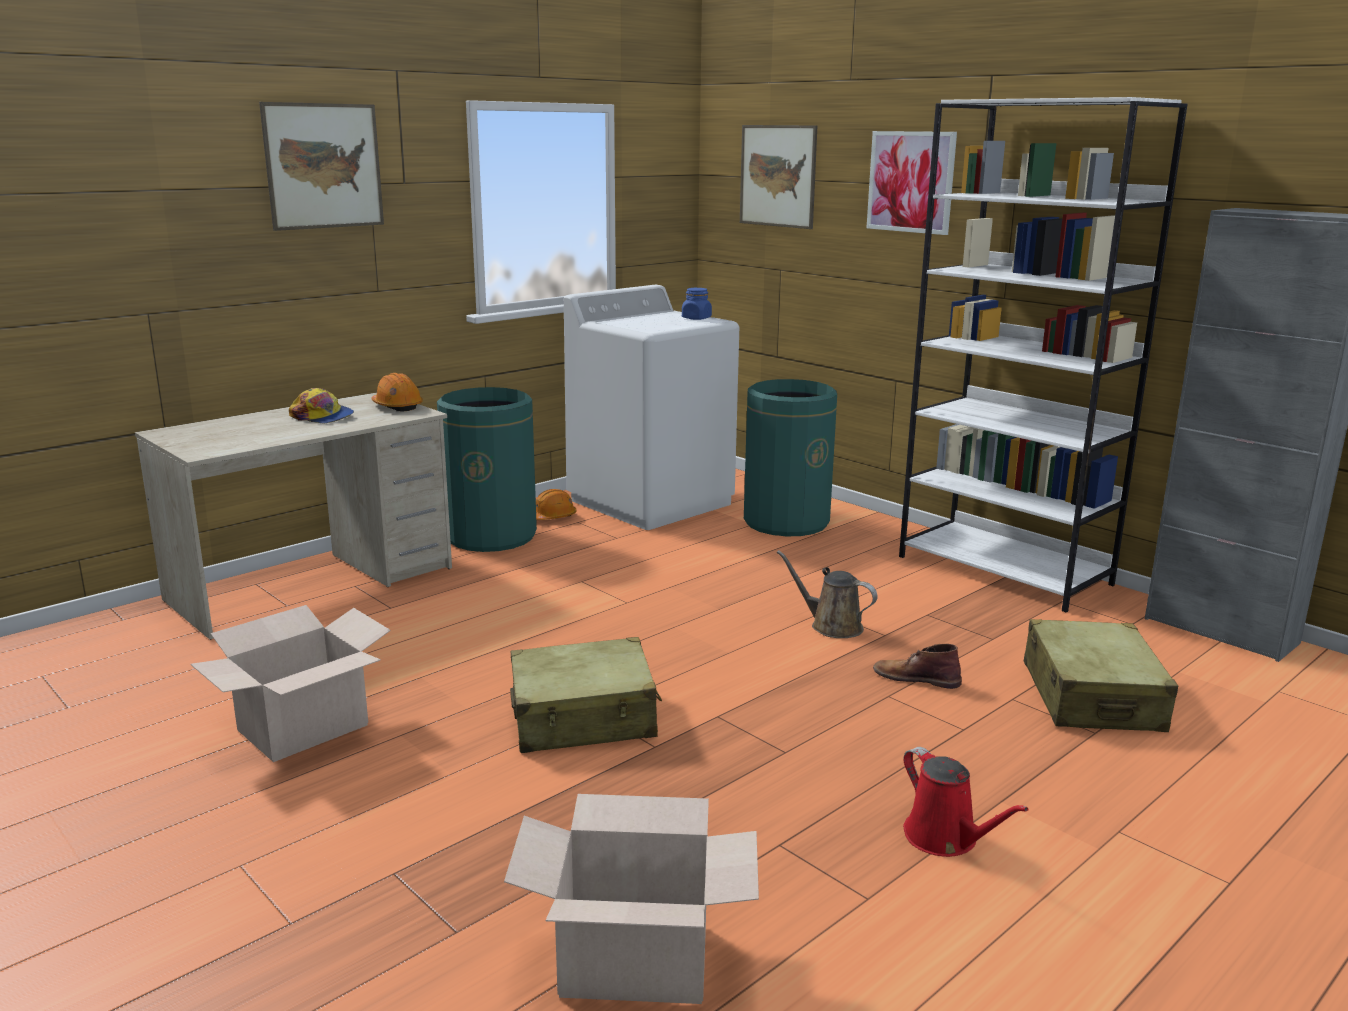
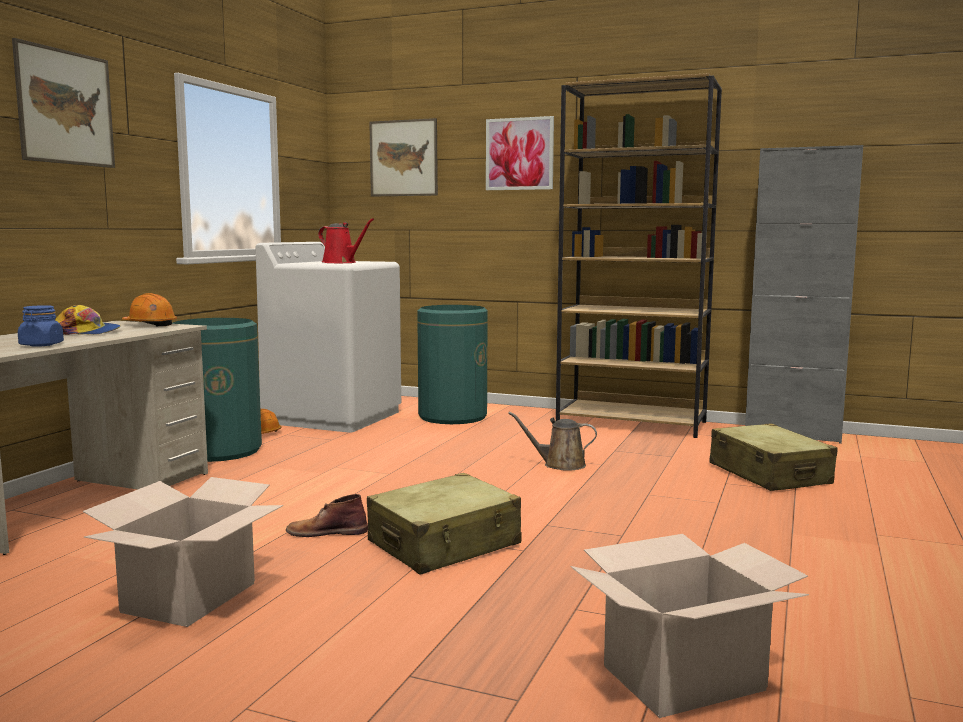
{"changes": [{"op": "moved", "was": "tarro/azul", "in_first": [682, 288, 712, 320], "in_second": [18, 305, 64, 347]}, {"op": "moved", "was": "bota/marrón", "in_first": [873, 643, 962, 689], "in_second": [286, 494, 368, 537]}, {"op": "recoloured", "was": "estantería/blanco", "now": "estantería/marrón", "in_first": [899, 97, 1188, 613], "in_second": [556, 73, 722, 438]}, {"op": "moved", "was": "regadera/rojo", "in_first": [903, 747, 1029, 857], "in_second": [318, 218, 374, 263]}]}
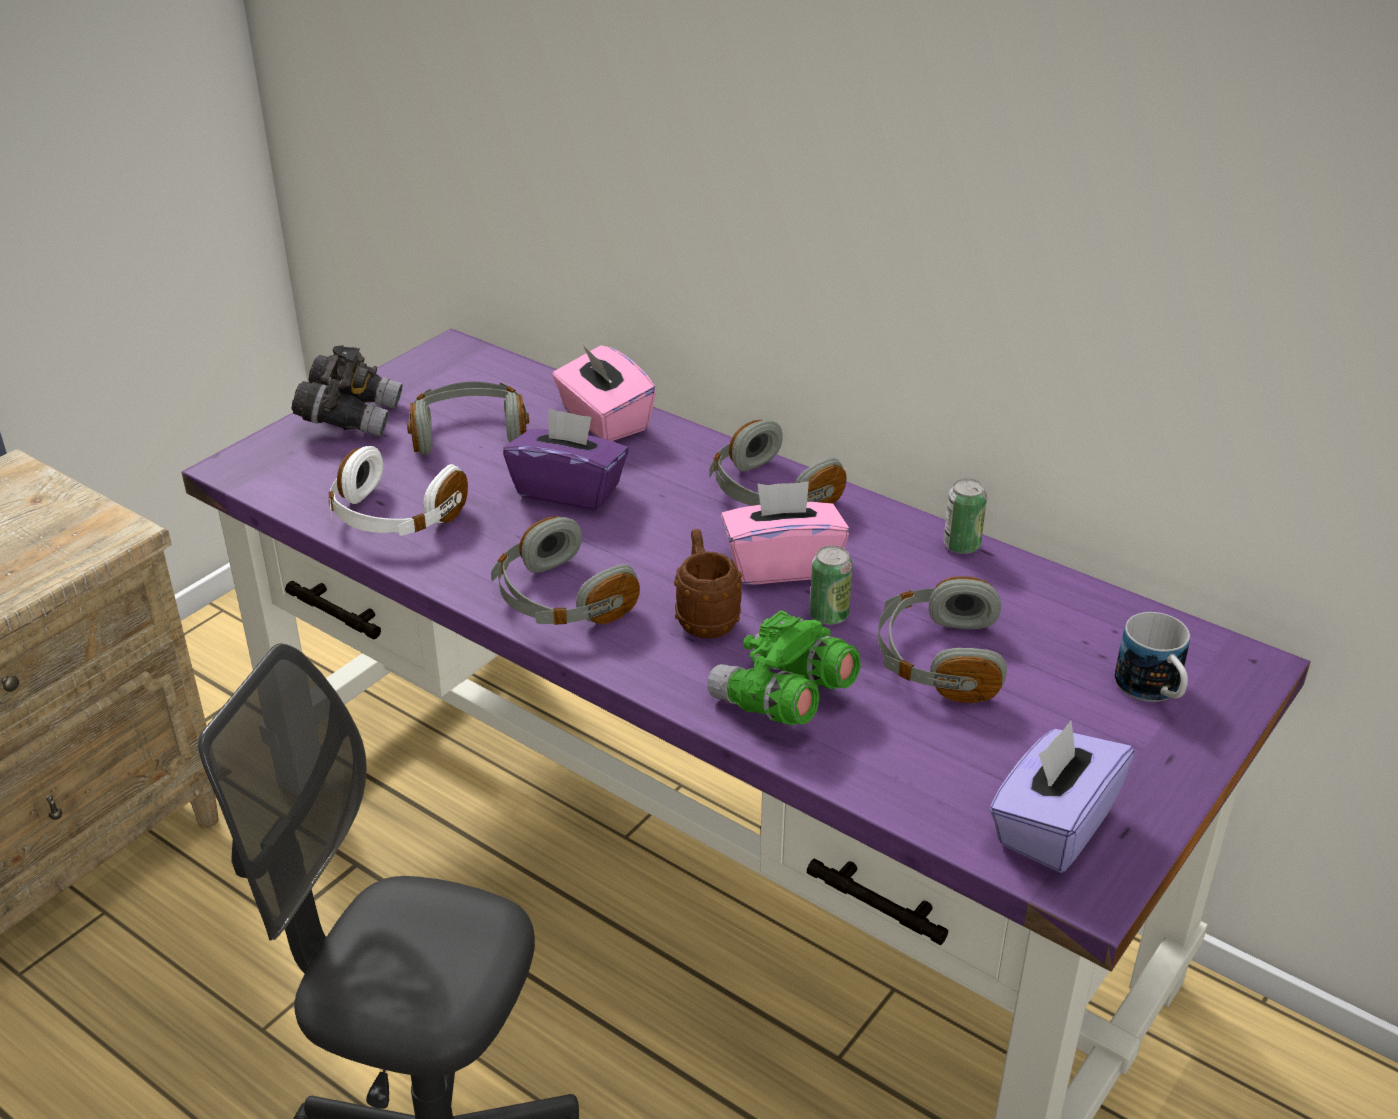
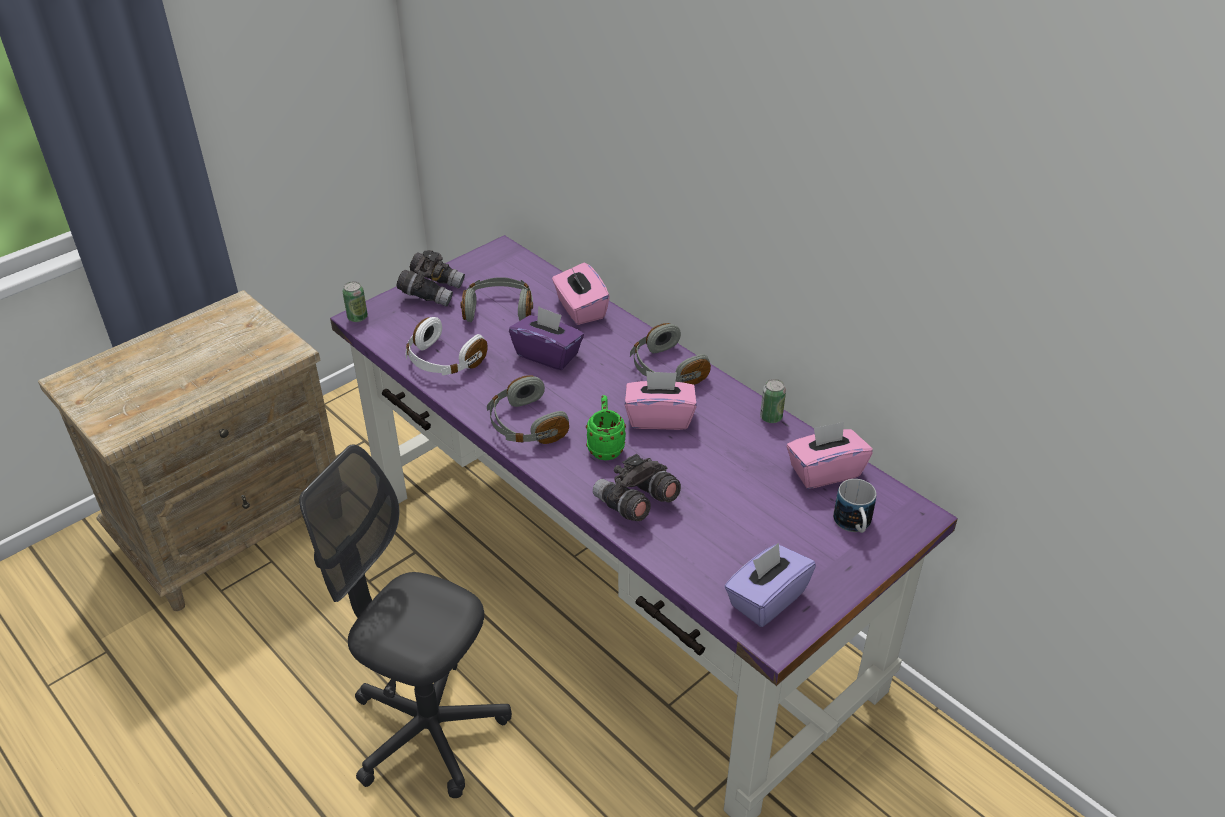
{"changes": [{"op": "recoloured", "was": "taza grande/marrón", "now": "taza grande/verde", "in_first": [674, 529, 742, 639], "in_second": [586, 395, 626, 460]}, {"op": "recoloured", "was": "prismáticos/verde", "now": "prismáticos/gris", "in_first": [707, 610, 861, 725], "in_second": [593, 454, 681, 521]}, {"op": "moved", "was": "lata", "in_first": [810, 545, 853, 625], "in_second": [343, 281, 368, 322]}, {"op": "removed", "was": "auriculares/gris", "in_first": [878, 576, 1007, 703]}, {"op": "added", "now": "caja de pañuelos/rosa", "in_second": [787, 422, 873, 489]}]}
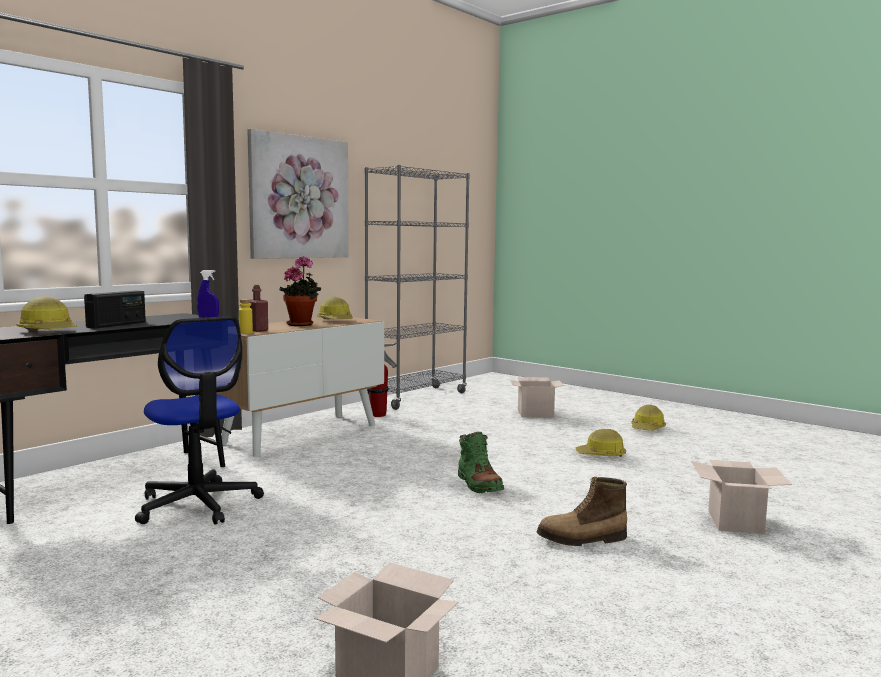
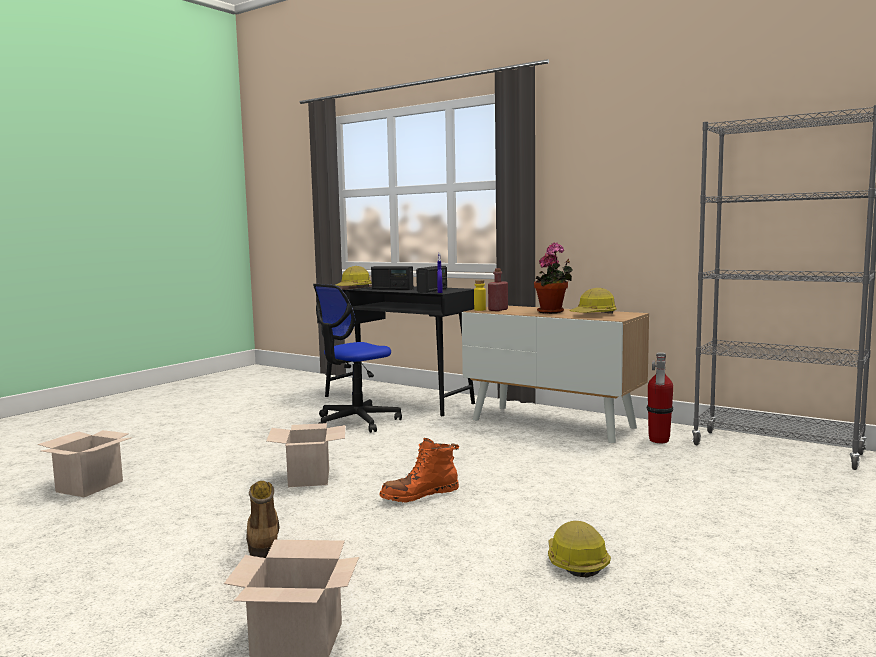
{"changes": [{"op": "removed", "was": "cuadro", "in_first": [247, 129, 349, 259]}, {"op": "recoloured", "was": "bota/verde", "now": "bota/naranja", "in_first": [458, 432, 504, 493], "in_second": [380, 438, 459, 502]}, {"op": "moved", "was": "caja de cartón", "in_first": [510, 377, 564, 417], "in_second": [266, 423, 346, 487]}, {"op": "removed", "was": "casco", "in_first": [631, 405, 666, 431]}, {"op": "added", "now": "radio", "in_second": [416, 266, 447, 293]}]}
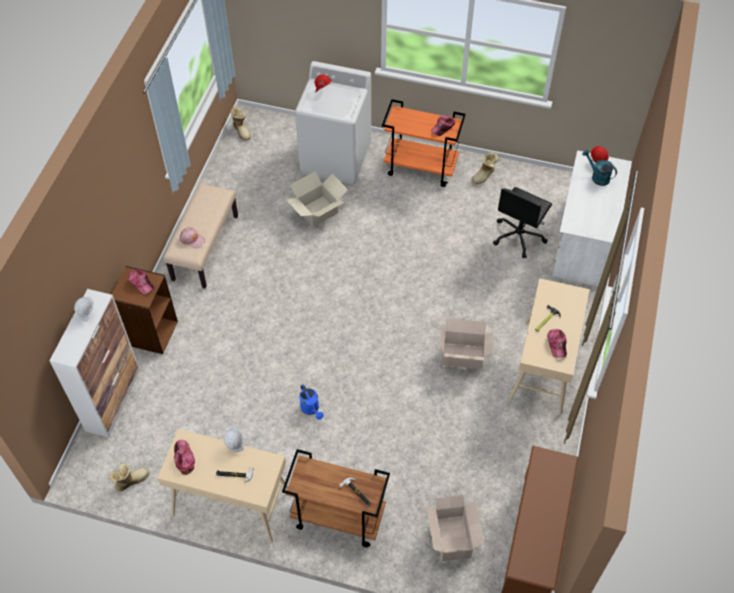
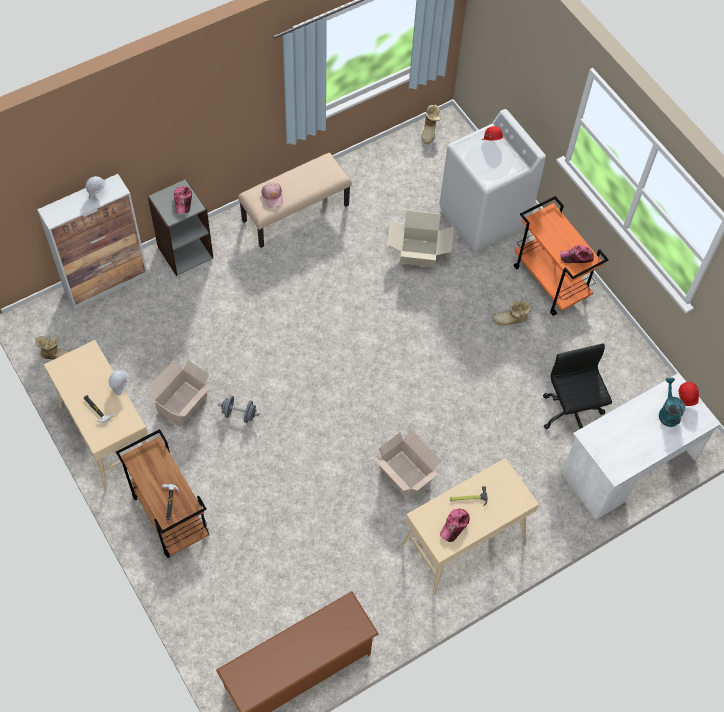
{"changes": [{"op": "recoloured", "was": "estantería/marrón", "now": "estantería/gris", "in_first": [112, 266, 178, 354], "in_second": [147, 179, 213, 276]}, {"op": "removed", "was": "gorra", "in_first": [174, 440, 195, 475]}, {"op": "replaced", "was": "regadera/azul", "now": "mancuerna/gris", "in_first": [299, 384, 324, 420], "in_second": [218, 396, 259, 423]}, {"op": "moved", "was": "caja de cartón", "in_first": [426, 495, 485, 562], "in_second": [146, 360, 212, 427]}, {"op": "moved", "was": "bota", "in_first": [472, 152, 498, 184], "in_second": [492, 300, 532, 326]}, {"op": "turned", "was": "silla de oficina/negro", "in_first": [493, 187, 552, 258], "in_second": [543, 343, 612, 429], "clockwise": 90}]}
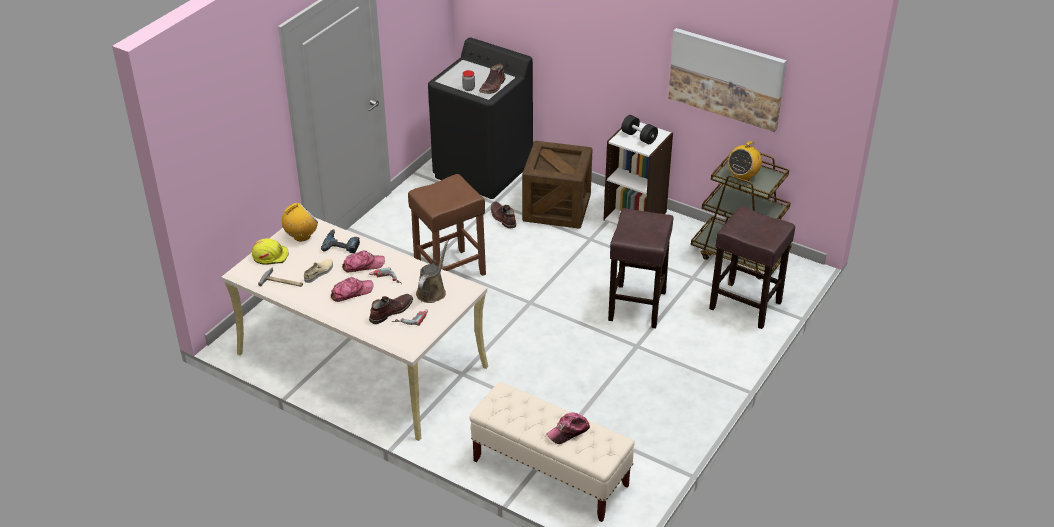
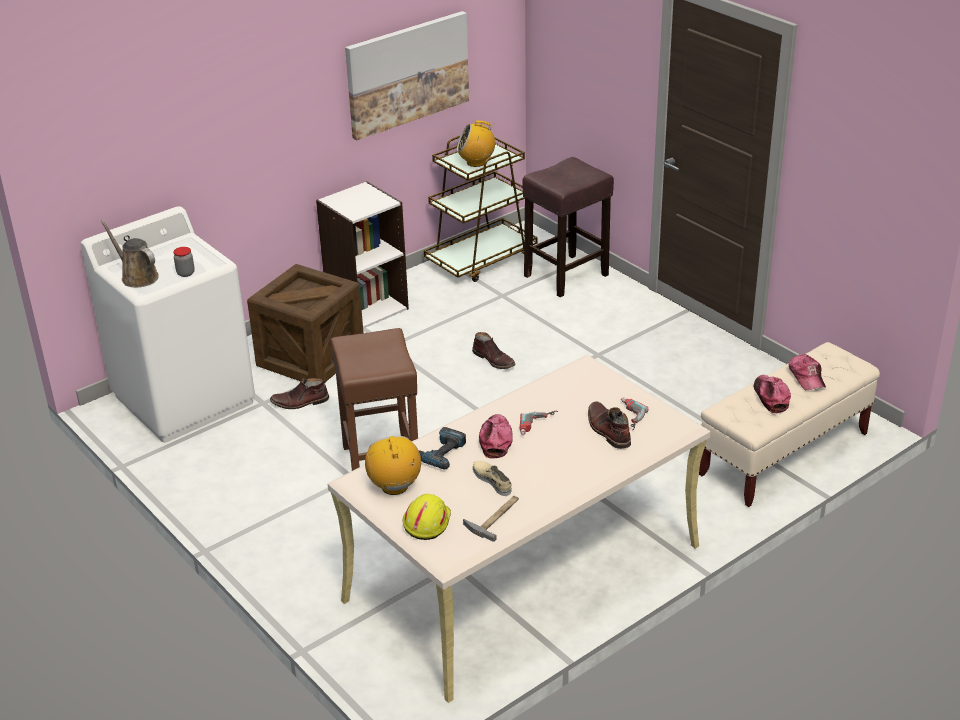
{"changes": [{"op": "moved", "was": "gorra", "in_first": [331, 277, 374, 302], "in_second": [754, 375, 791, 413]}, {"op": "moved", "was": "regadera/marrón", "in_first": [416, 240, 449, 303], "in_second": [100, 220, 159, 287]}, {"op": "recoloured", "was": "lavadora/negro", "now": "lavadora/blanco", "in_first": [428, 38, 533, 199], "in_second": [81, 206, 255, 443]}, {"op": "moved", "was": "bota/marrón", "in_first": [479, 64, 505, 94], "in_second": [472, 332, 515, 369]}, {"op": "removed", "was": "taburete/marrón", "in_first": [608, 208, 674, 328]}, {"op": "removed", "was": "mancuerna/negro", "in_first": [621, 115, 658, 144]}, {"op": "turned", "was": "radio", "in_first": [728, 139, 762, 182], "in_second": [457, 120, 495, 167], "clockwise": 120}]}
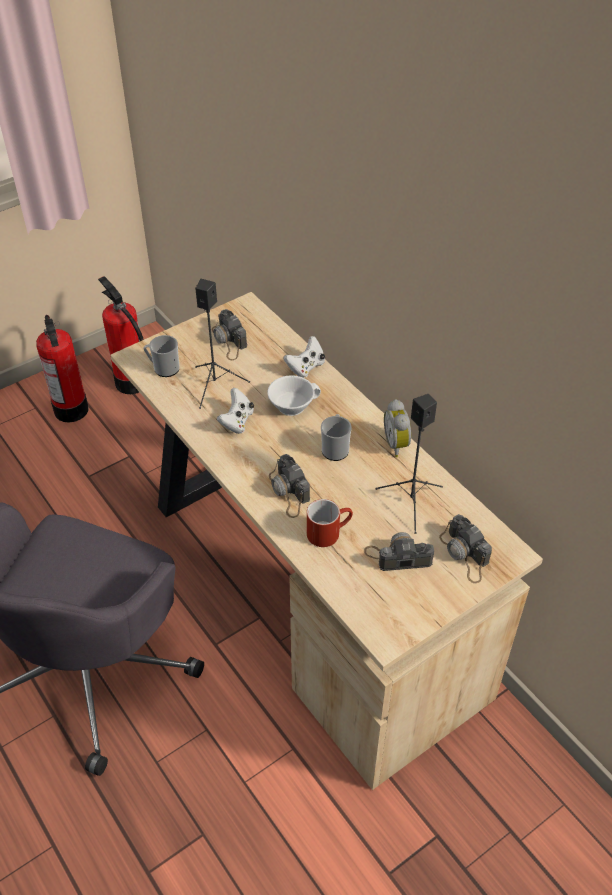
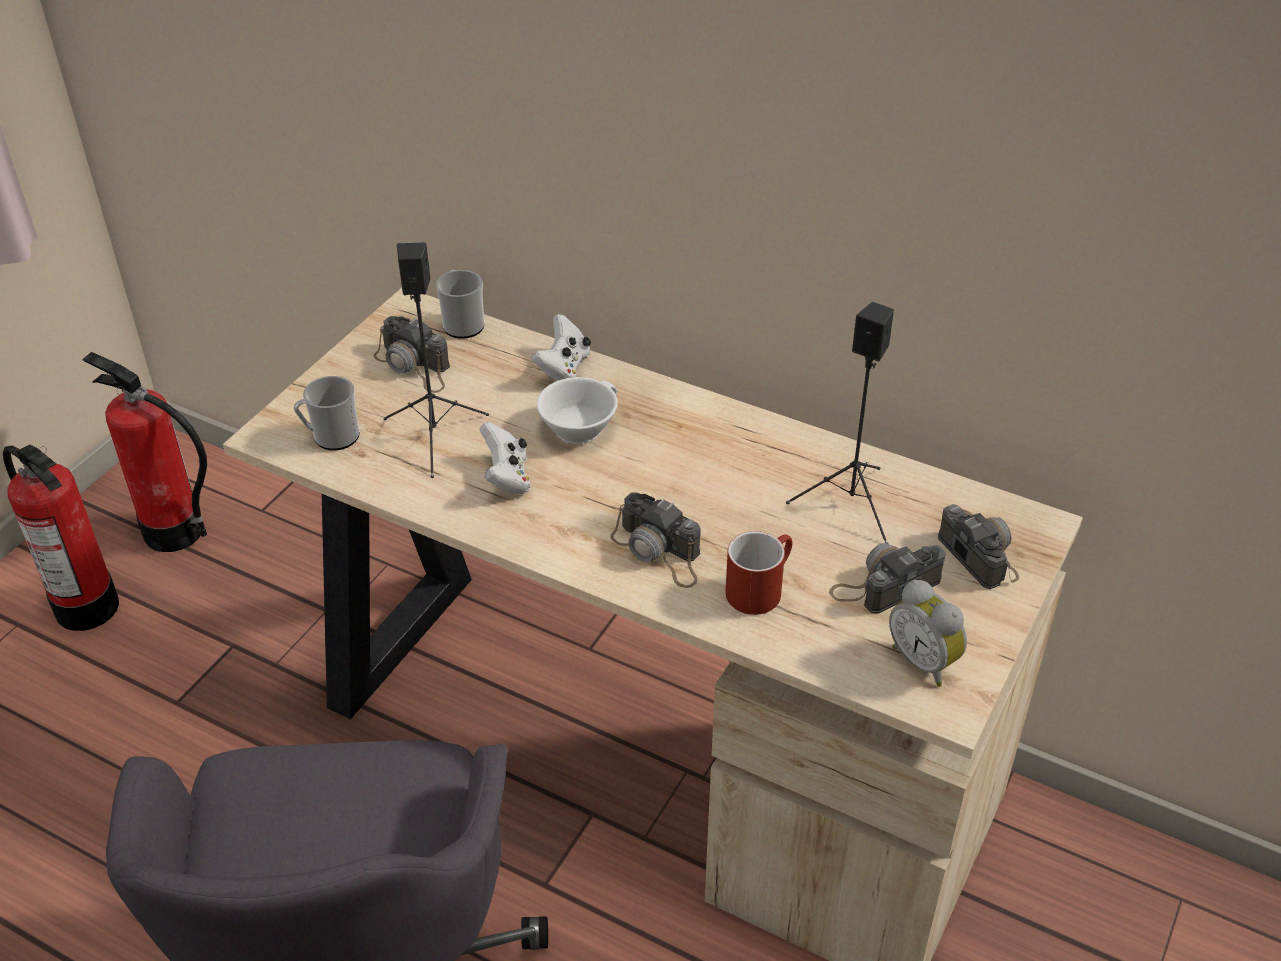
{"changes": [{"op": "moved", "was": "taza grande", "in_first": [321, 414, 352, 461], "in_second": [436, 270, 484, 339]}, {"op": "moved", "was": "despertador", "in_first": [384, 399, 411, 457], "in_second": [889, 580, 967, 687]}, {"op": "turned", "was": "cámara", "in_first": [439, 514, 492, 583], "in_second": [938, 504, 1019, 589], "clockwise": -150}]}
